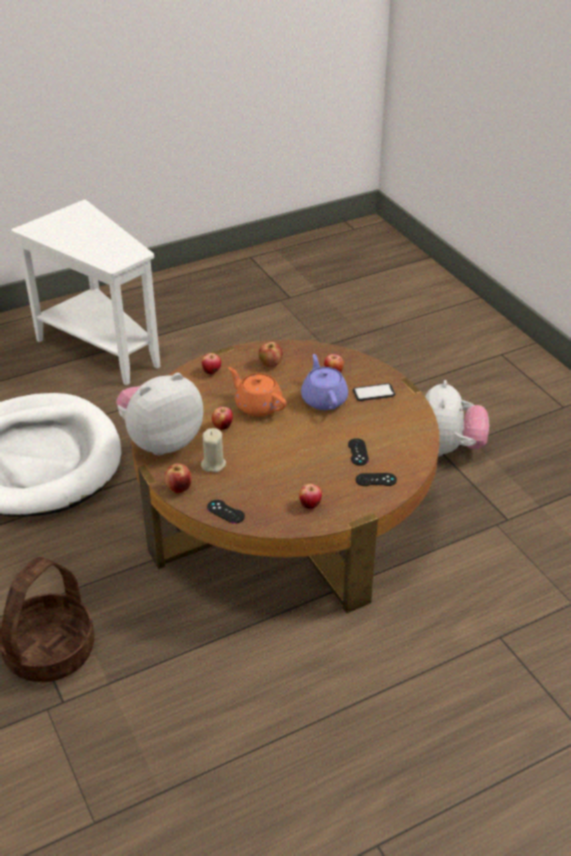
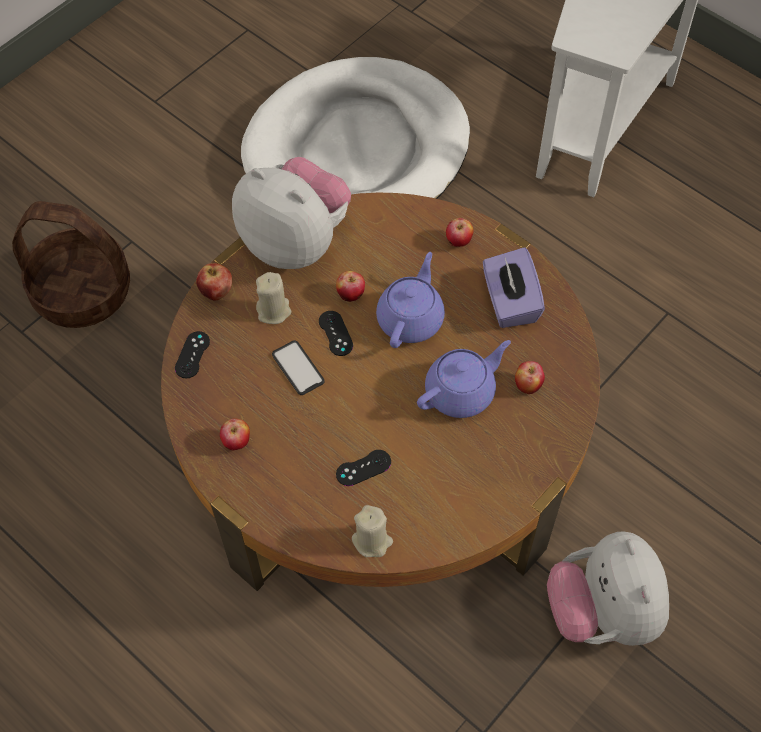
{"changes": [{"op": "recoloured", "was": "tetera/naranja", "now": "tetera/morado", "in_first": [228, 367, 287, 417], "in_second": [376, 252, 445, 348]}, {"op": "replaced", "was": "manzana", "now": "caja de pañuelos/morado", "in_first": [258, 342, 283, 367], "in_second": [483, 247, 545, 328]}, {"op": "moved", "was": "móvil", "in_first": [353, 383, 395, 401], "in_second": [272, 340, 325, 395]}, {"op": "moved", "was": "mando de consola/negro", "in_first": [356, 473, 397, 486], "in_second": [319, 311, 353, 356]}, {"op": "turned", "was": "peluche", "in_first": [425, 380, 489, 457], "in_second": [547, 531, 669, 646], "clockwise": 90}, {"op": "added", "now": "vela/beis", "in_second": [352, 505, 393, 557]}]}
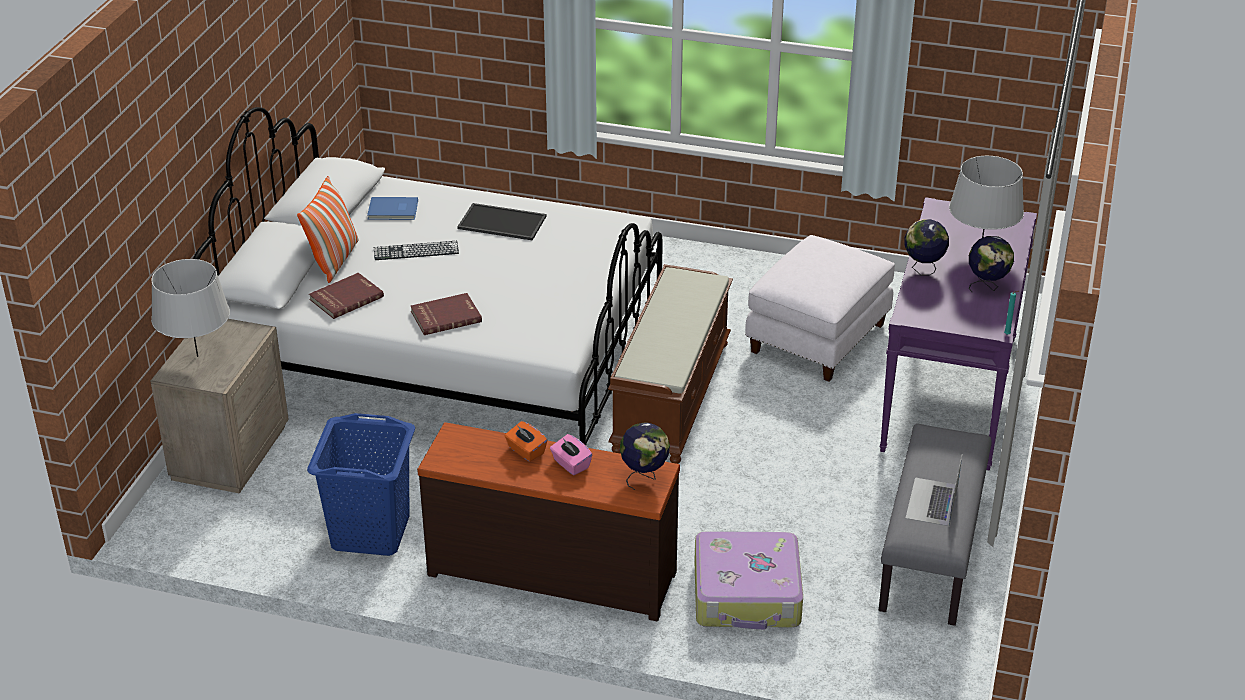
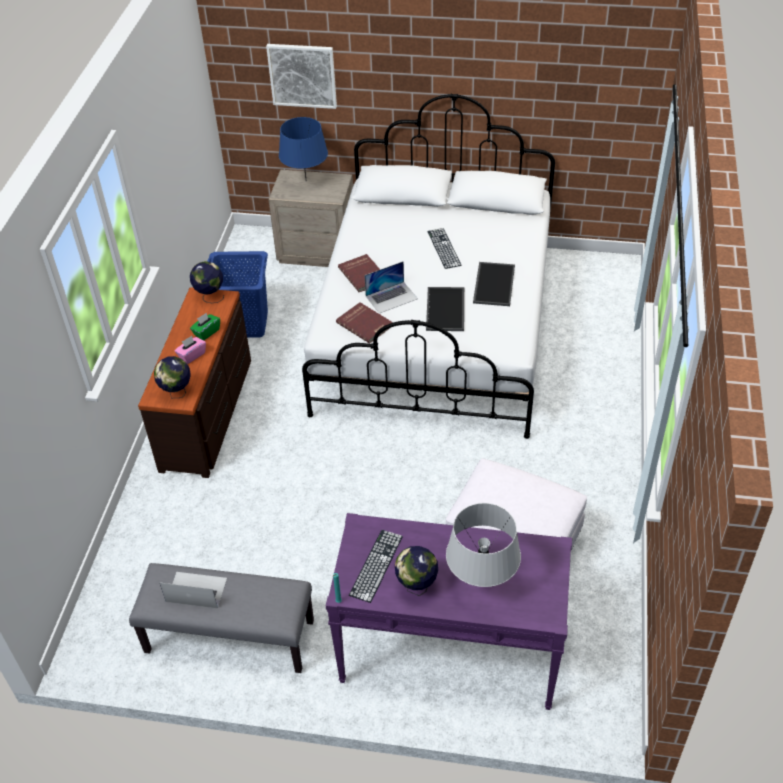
{"changes": [{"op": "recoloured", "was": "lámpara de mesa/gris", "now": "lámpara de mesa/azul", "in_first": [151, 259, 230, 357], "in_second": [279, 117, 328, 179]}, {"op": "removed", "was": "cojín", "in_first": [297, 176, 358, 283]}, {"op": "moved", "was": "libro/rojo", "in_first": [309, 273, 384, 319], "in_second": [336, 302, 393, 344]}, {"op": "removed", "was": "libro/azul", "in_first": [367, 197, 418, 220]}, {"op": "recoloured", "was": "caja de pañuelos/naranja", "now": "caja de pañuelos/verde", "in_first": [505, 421, 547, 462], "in_second": [190, 313, 220, 341]}, {"op": "removed", "was": "banco/marrón", "in_first": [608, 264, 733, 464]}, {"op": "removed", "was": "maleta", "in_first": [694, 531, 803, 630]}, {"op": "moved", "was": "globo terráqueo", "in_first": [904, 219, 949, 276], "in_second": [190, 261, 224, 303]}, {"op": "added", "now": "cuadro", "in_second": [266, 44, 337, 109]}, {"op": "added", "now": "teclado", "in_second": [349, 530, 403, 603]}, {"op": "added", "now": "portátil", "in_second": [364, 261, 418, 313]}, {"op": "added", "now": "bandeja", "in_second": [426, 287, 464, 331]}]}
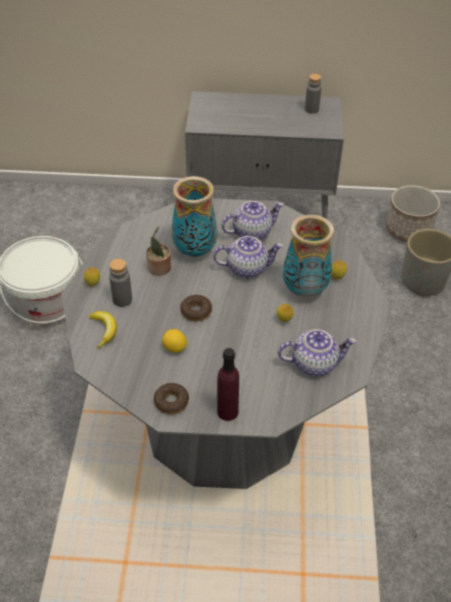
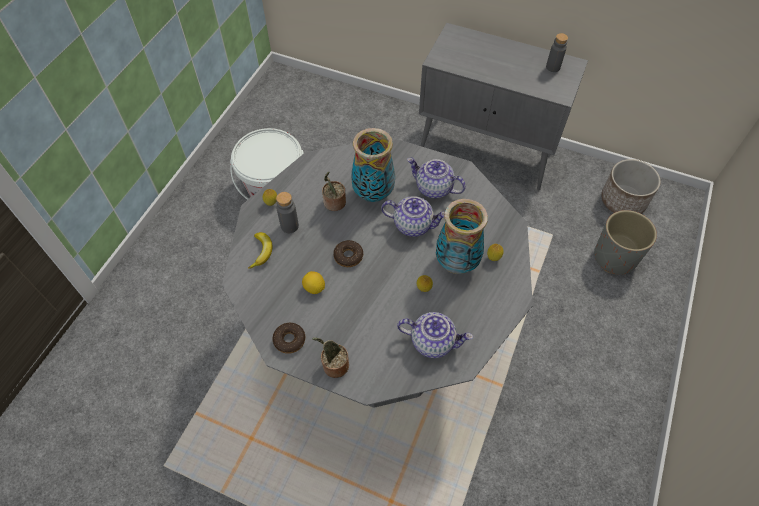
{"changes": [{"op": "replaced", "was": "botella/morado", "now": "planta en maceta", "in_first": [217, 348, 239, 421], "in_second": [312, 337, 349, 378]}, {"op": "turned", "was": "tetera", "in_first": [221, 201, 284, 240], "in_second": [407, 158, 466, 198], "clockwise": -150}]}
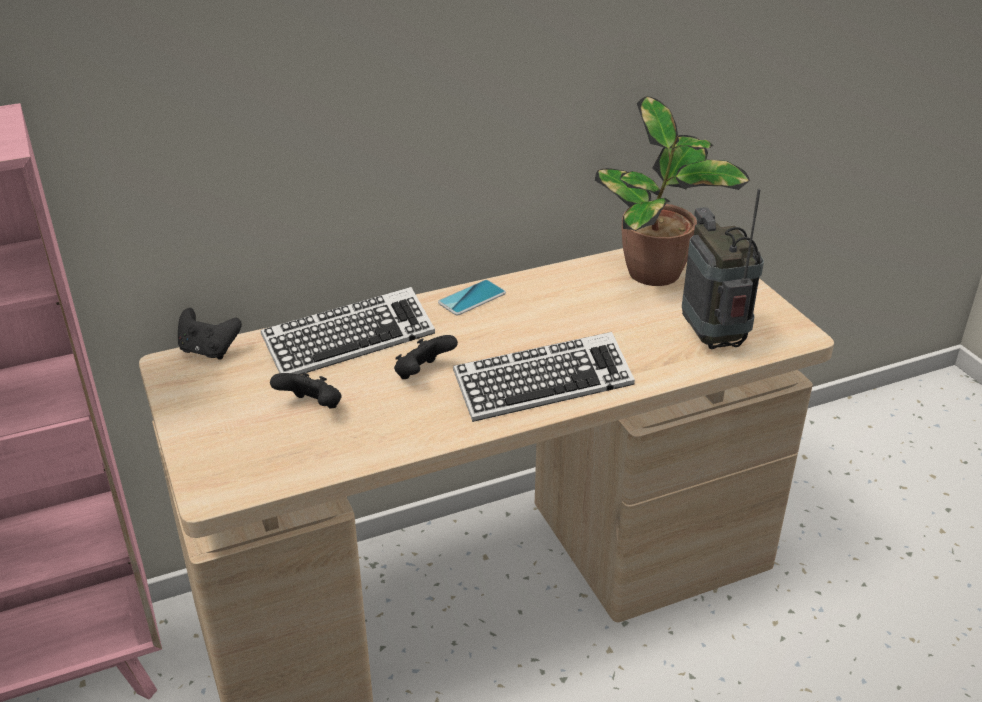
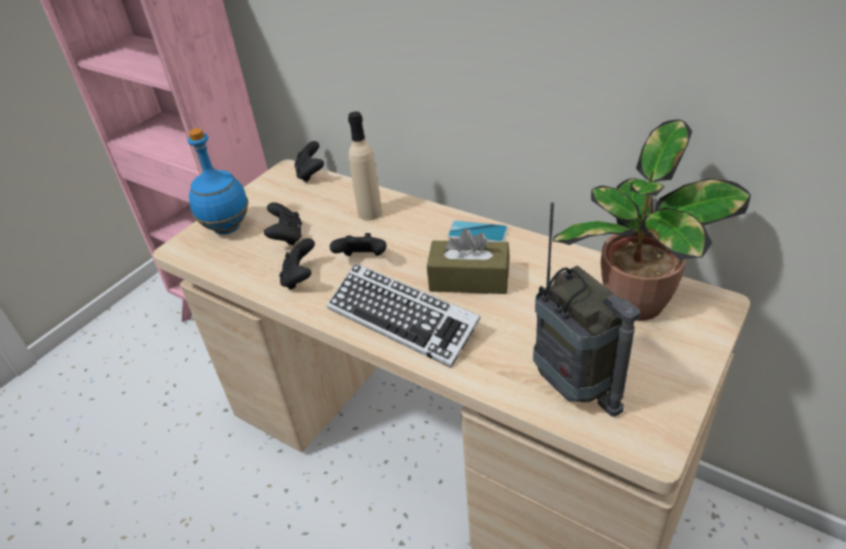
{"changes": [{"op": "replaced", "was": "teclado", "now": "botella/beis", "in_first": [261, 287, 435, 375], "in_second": [348, 111, 382, 221]}, {"op": "turned", "was": "radio", "in_first": [682, 189, 764, 349], "in_second": [533, 202, 640, 417], "clockwise": 105}, {"op": "added", "now": "botella/azul", "in_second": [187, 128, 249, 235]}, {"op": "added", "now": "mando de consola/negro", "in_second": [279, 238, 315, 290]}, {"op": "added", "now": "caja de pañuelos/marrón", "in_second": [427, 229, 510, 294]}]}
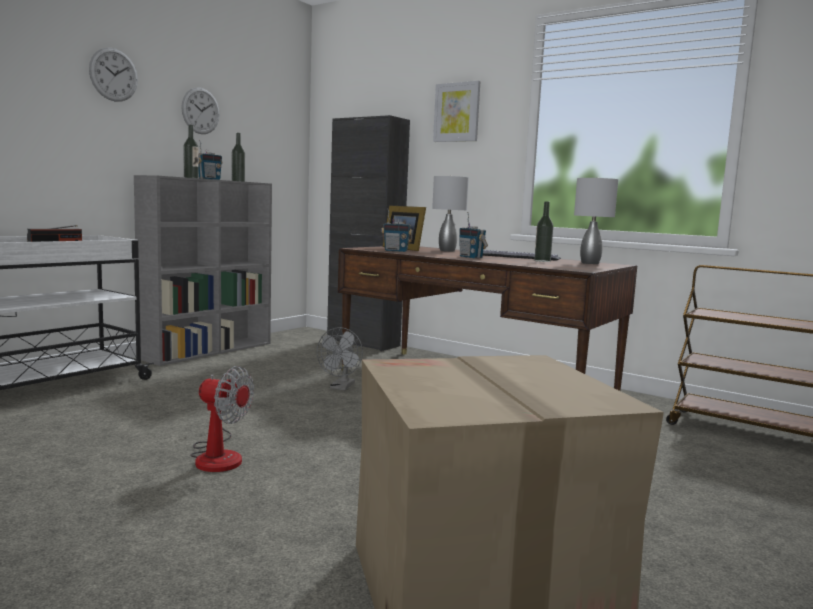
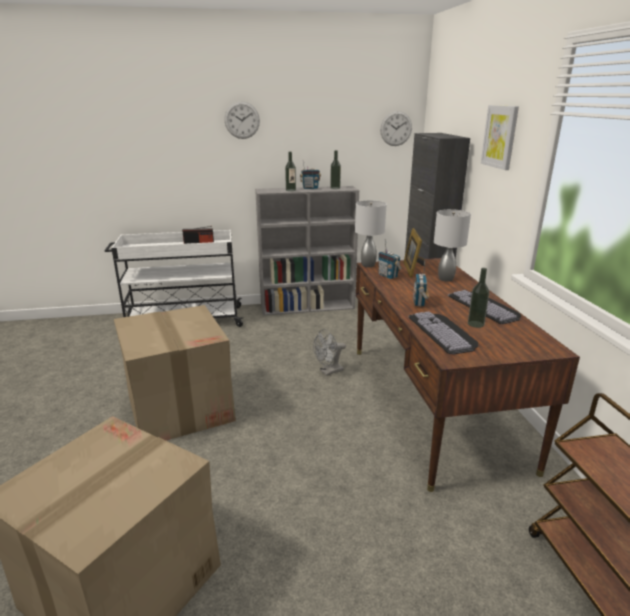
{"changes": [{"op": "moved", "was": "reloj de pared", "in_first": [181, 87, 220, 134], "in_second": [380, 111, 412, 146]}, {"op": "replaced", "was": "ventilador", "now": "caja de cartón", "in_first": [190, 366, 254, 472], "in_second": [114, 305, 236, 440]}, {"op": "moved", "was": "lámpara de mesa/gris", "in_first": [574, 177, 618, 264], "in_second": [355, 200, 386, 267]}, {"op": "added", "now": "teclado", "in_second": [409, 311, 478, 354]}]}
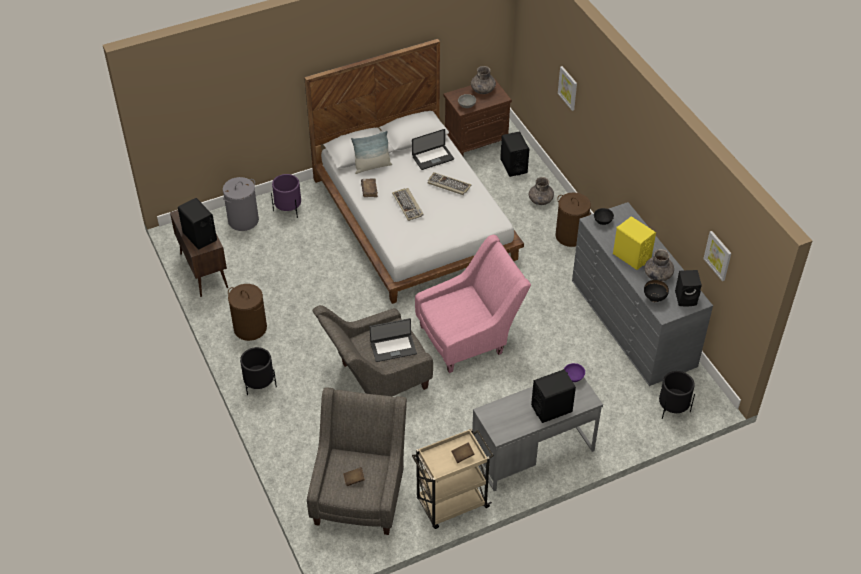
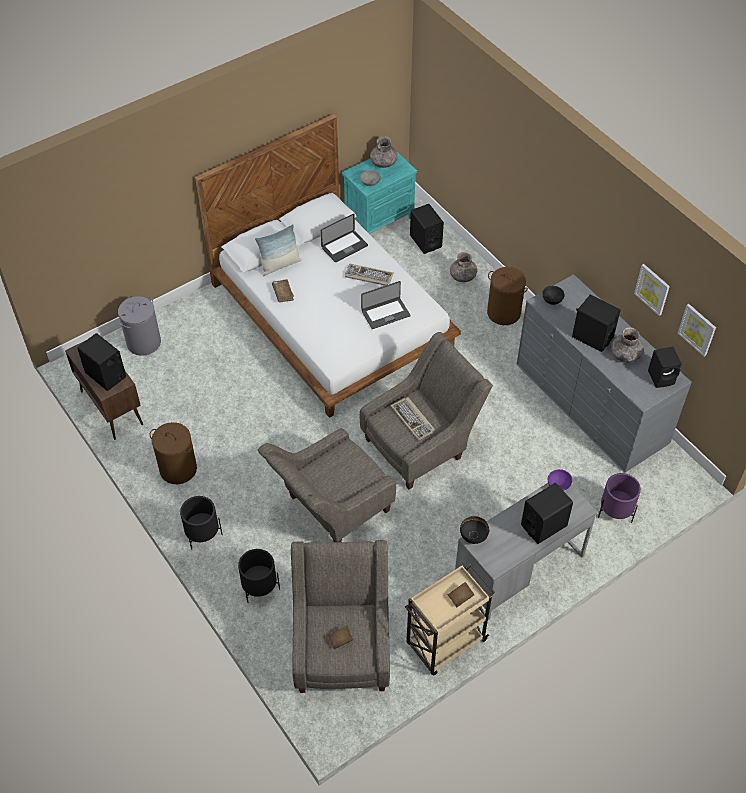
{"changes": [{"op": "moved", "was": "maceta/morado", "in_first": [271, 174, 301, 218], "in_second": [598, 473, 641, 523]}, {"op": "moved", "was": "portátil", "in_first": [370, 318, 417, 362], "in_second": [361, 281, 411, 329]}, {"op": "moved", "was": "teclado", "in_first": [392, 188, 424, 221], "in_second": [391, 397, 435, 441]}, {"op": "recoloured", "was": "sillón/rosa", "now": "sillón/gris", "in_first": [415, 235, 531, 373], "in_second": [360, 332, 493, 489]}, {"op": "recoloured", "was": "mesita de noche/marrón", "now": "mesita de noche/turquesa", "in_first": [443, 78, 512, 156], "in_second": [342, 152, 417, 234]}, {"op": "moved", "was": "cuadro", "in_first": [558, 66, 577, 111], "in_second": [634, 264, 670, 316]}, {"op": "recoloured", "was": "altavoz/amarillo", "now": "altavoz/negro", "in_first": [613, 216, 656, 270], "in_second": [572, 295, 621, 352]}, {"op": "moved", "was": "cuenco/negro", "in_first": [644, 280, 669, 302], "in_second": [460, 516, 489, 544]}, {"op": "moved", "was": "maceta/negro", "in_first": [659, 371, 695, 419], "in_second": [238, 549, 280, 603]}]}
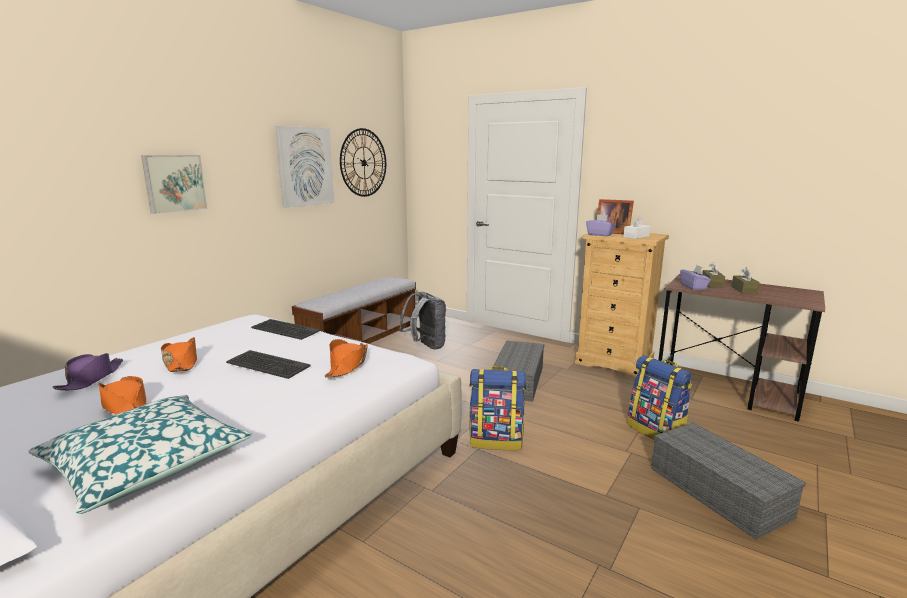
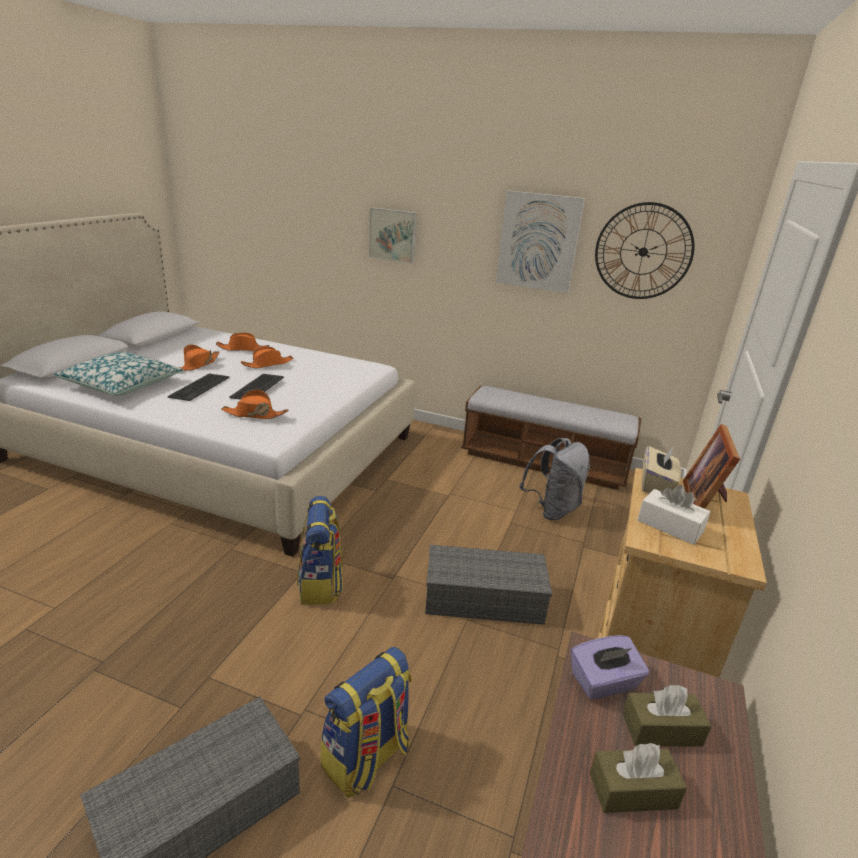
{"changes": [{"op": "recoloured", "was": "sombrero/morado", "now": "sombrero/naranja", "in_first": [53, 353, 123, 390], "in_second": [216, 333, 269, 351]}, {"op": "moved", "was": "teclado", "in_first": [251, 319, 320, 340], "in_second": [168, 373, 230, 401]}, {"op": "recoloured", "was": "caja de pañuelos/morado", "now": "caja de pañuelos/beis", "in_first": [586, 214, 615, 236], "in_second": [642, 446, 681, 493]}]}
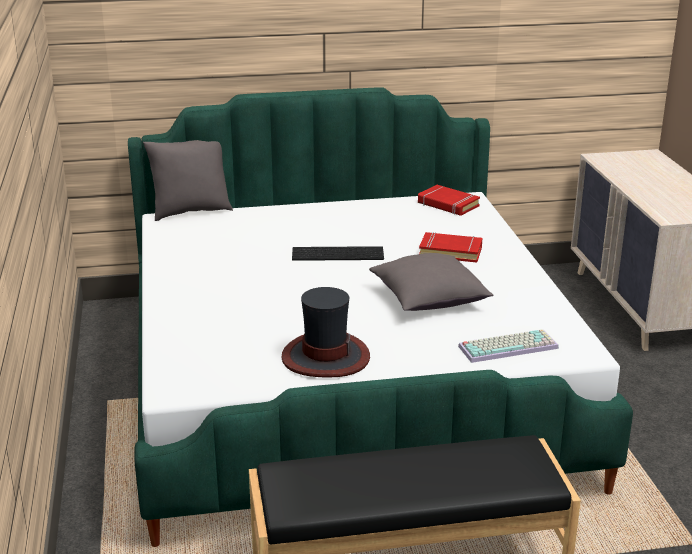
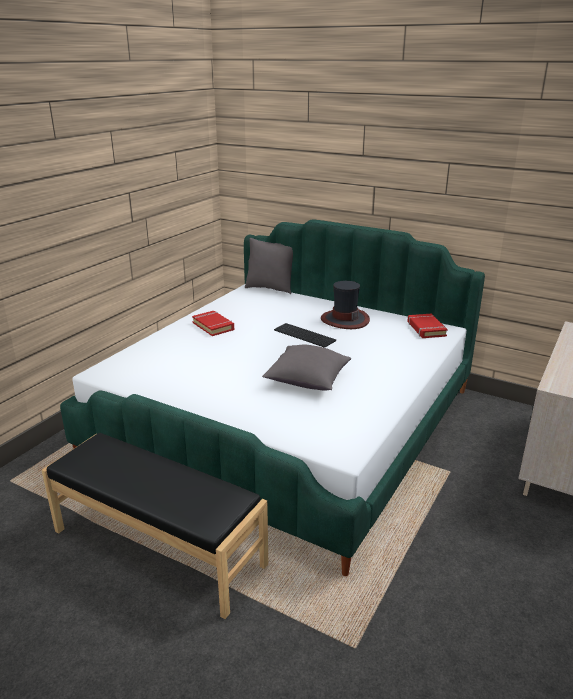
{"changes": [{"op": "moved", "was": "sombrero", "in_first": [281, 287, 370, 378], "in_second": [321, 281, 370, 329]}, {"op": "moved", "was": "libro/rojo", "in_first": [419, 232, 482, 263], "in_second": [192, 311, 234, 336]}, {"op": "removed", "was": "teclado", "in_first": [458, 329, 559, 363]}]}
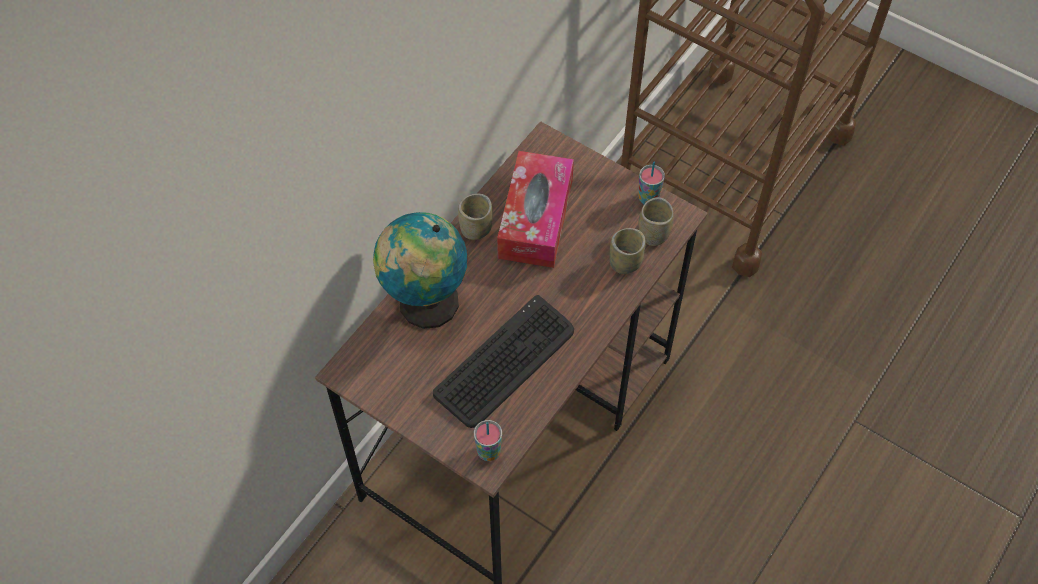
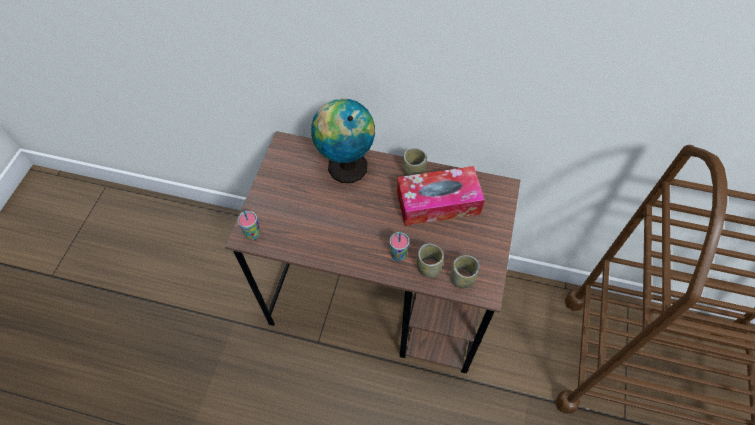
{"changes": [{"op": "removed", "was": "teclado", "in_first": [433, 295, 574, 428]}, {"op": "moved", "was": "taza", "in_first": [638, 162, 665, 204], "in_second": [390, 232, 409, 261]}]}
